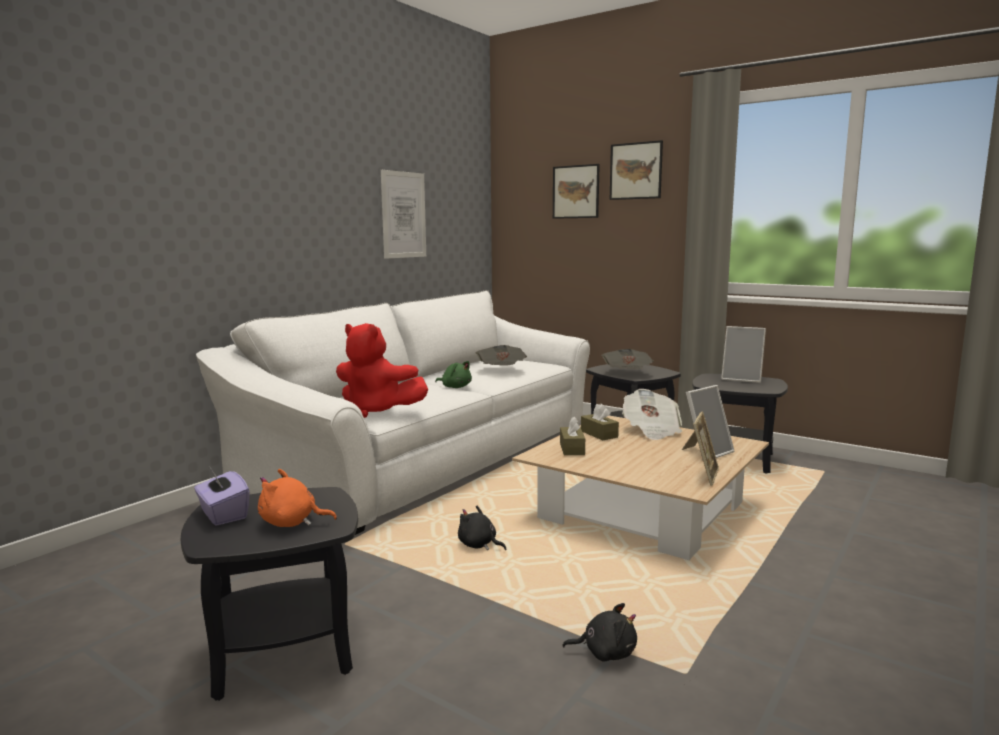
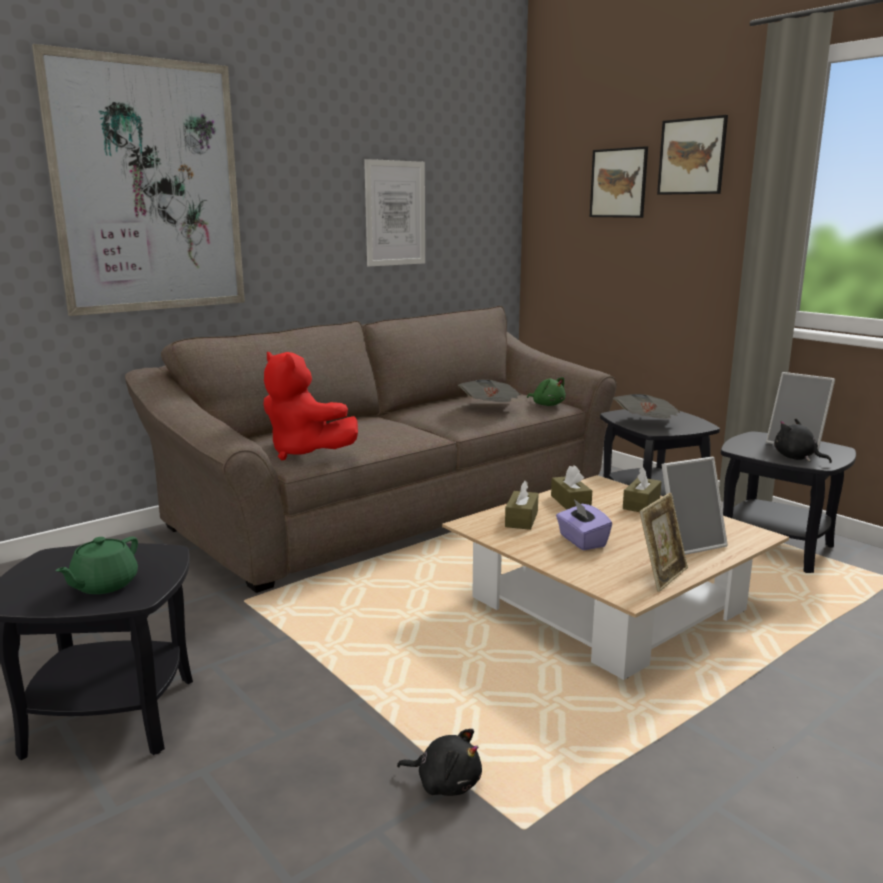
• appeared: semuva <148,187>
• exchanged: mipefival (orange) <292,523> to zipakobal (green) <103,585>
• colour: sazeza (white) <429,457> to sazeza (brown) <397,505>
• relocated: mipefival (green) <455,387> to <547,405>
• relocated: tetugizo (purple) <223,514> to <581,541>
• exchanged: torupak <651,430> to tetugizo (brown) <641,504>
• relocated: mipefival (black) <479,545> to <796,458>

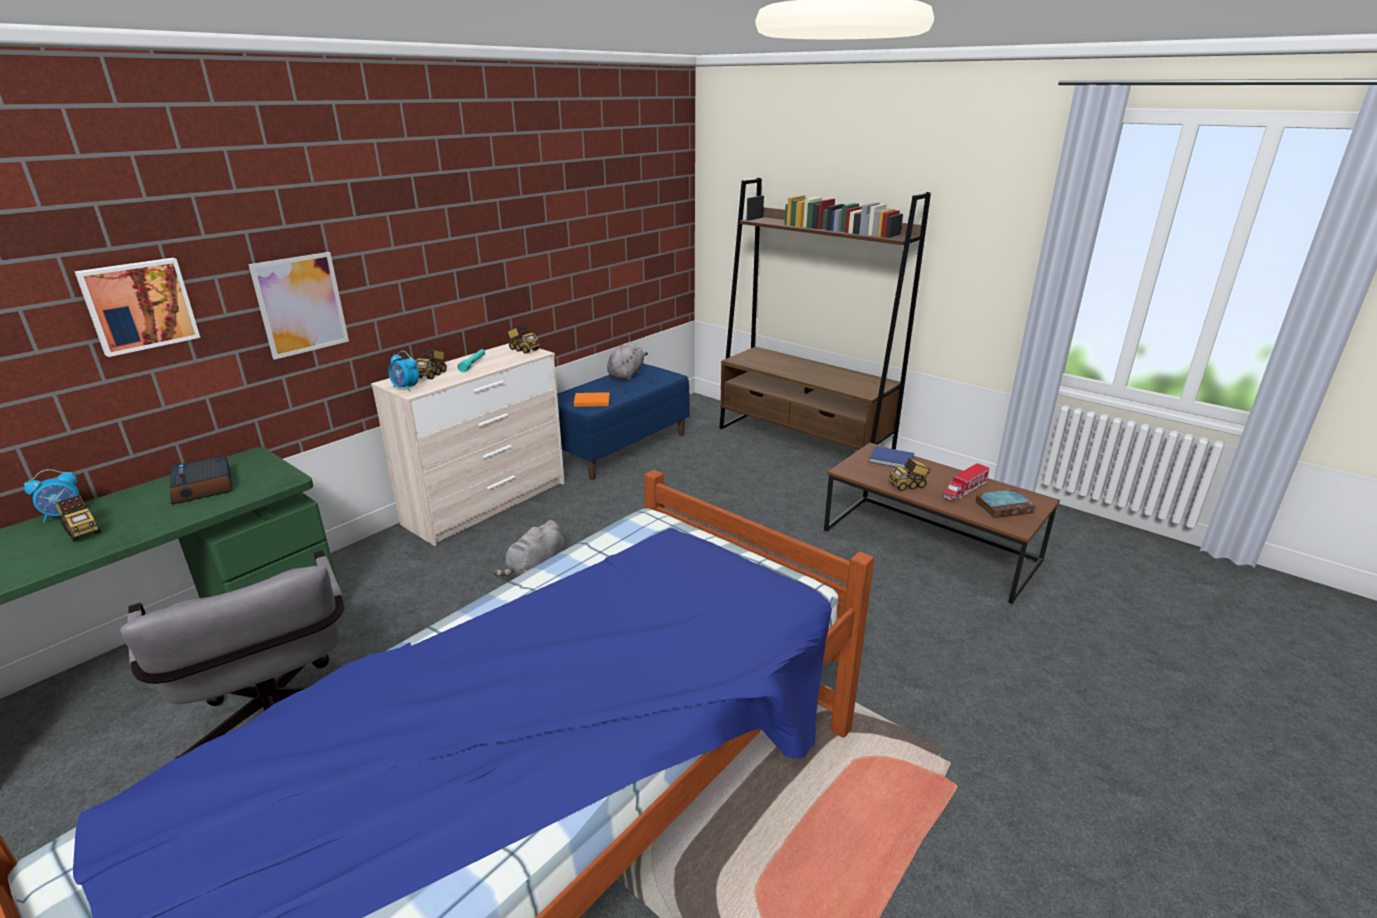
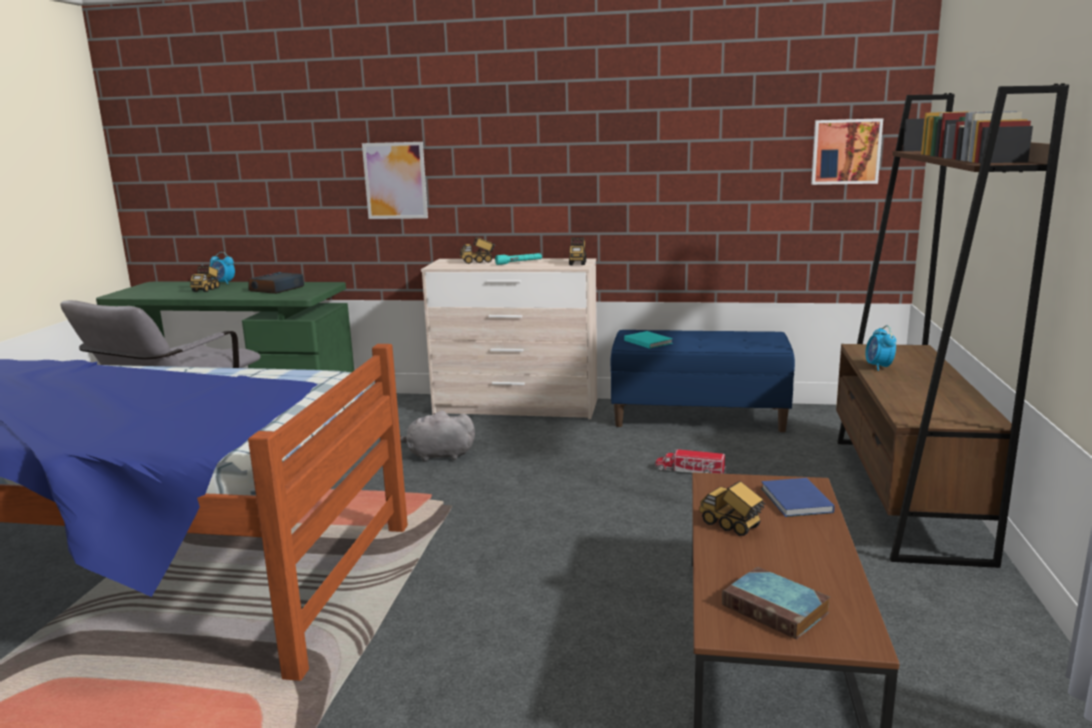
• colour: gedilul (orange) <591,401> to gedilul (turquoise) <648,341>
• relocated: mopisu <964,490> to <690,471>
• relocated: semuva <139,305> to <845,151>
• relocated: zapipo <406,388> to <878,367>
• missing: mipefival (grey) <626,375>

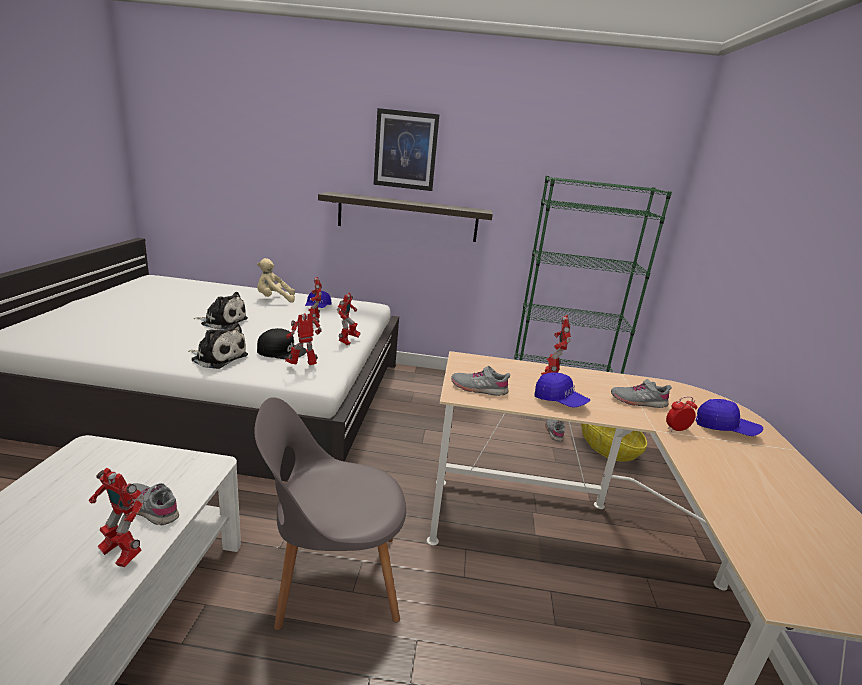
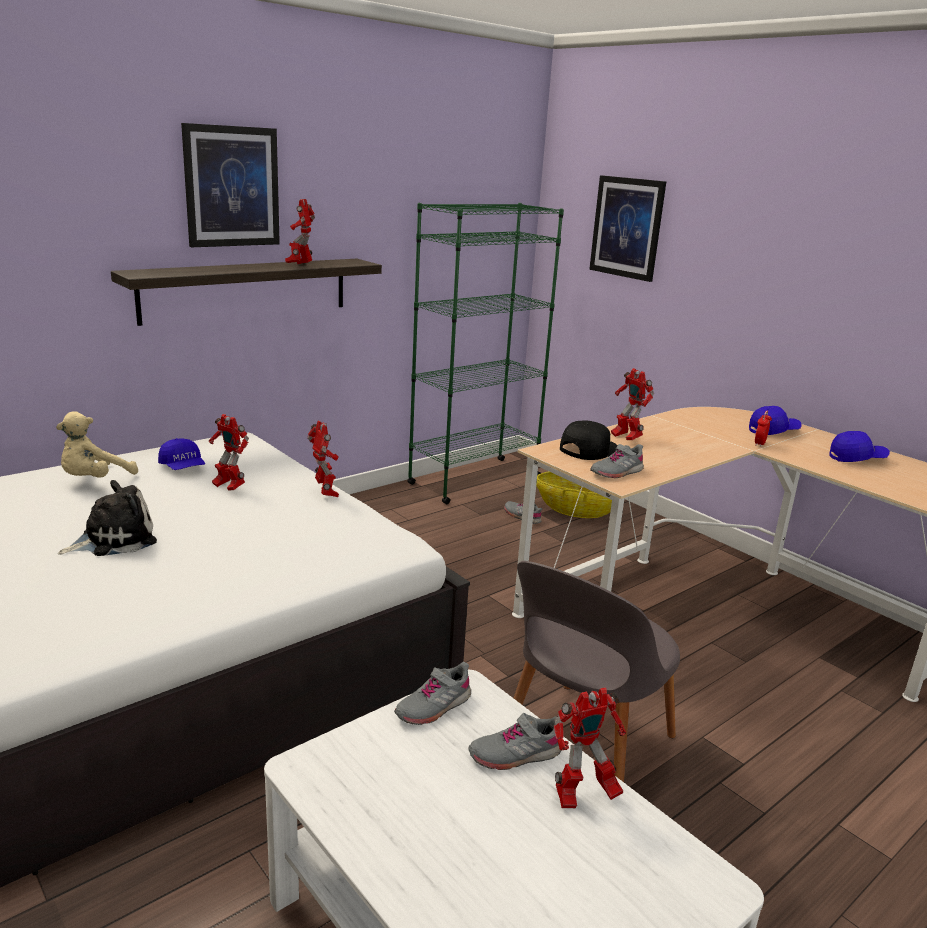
• relocated: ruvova <303,366> to <300,265>
• relocated: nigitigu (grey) <638,401> to <433,706>
• relocated: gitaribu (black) <281,350> to <588,449>
• appeared: semuva <627,227>
• relocated: gitaribu (blue) <559,401> to <856,458>
• missing: mipefival <217,357>

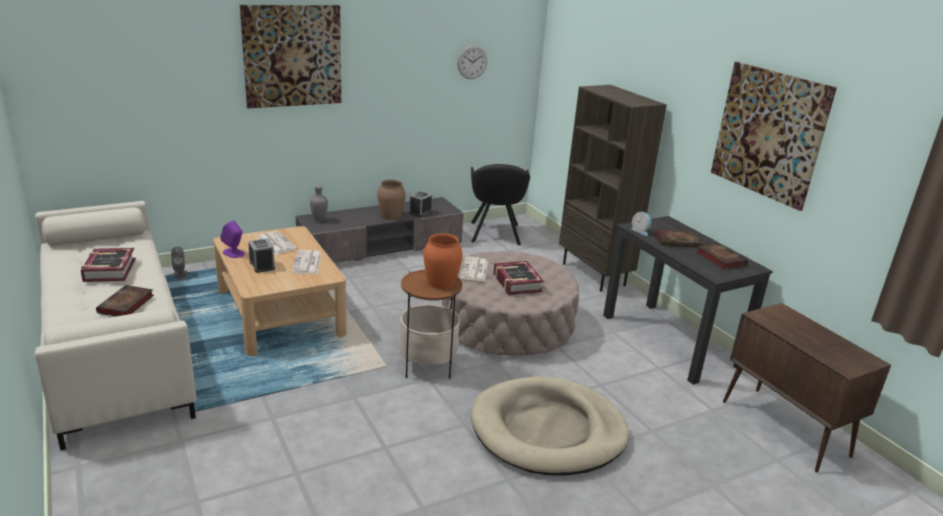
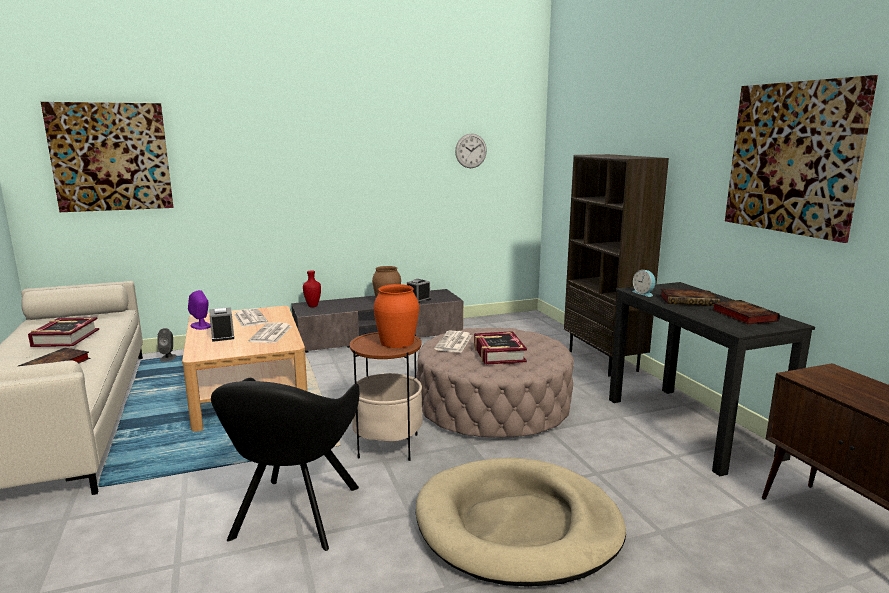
• relocated: semuva <292,56> to <111,157>
• relocated: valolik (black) <495,234> to <294,516>
• colour: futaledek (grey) <319,220> to futaledek (red) <312,306>

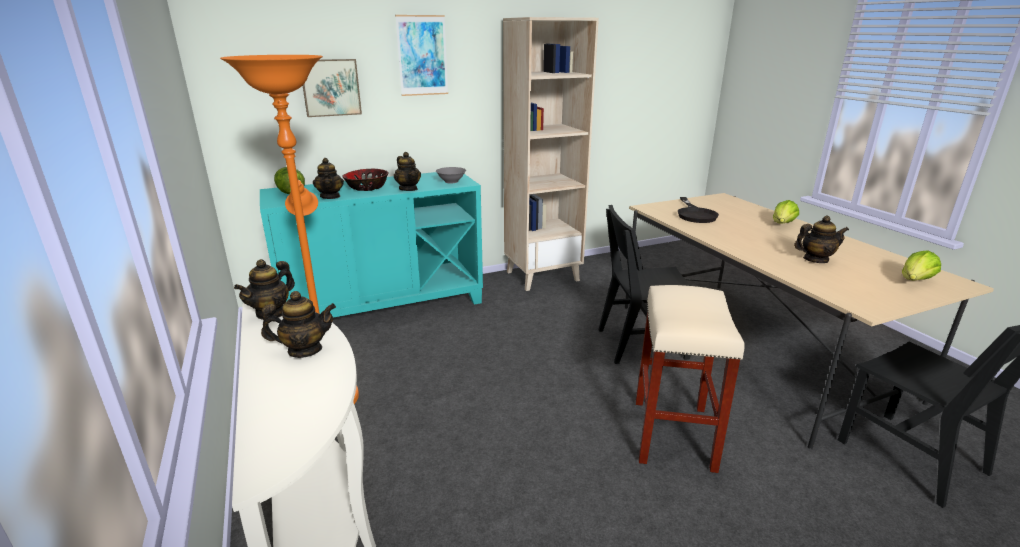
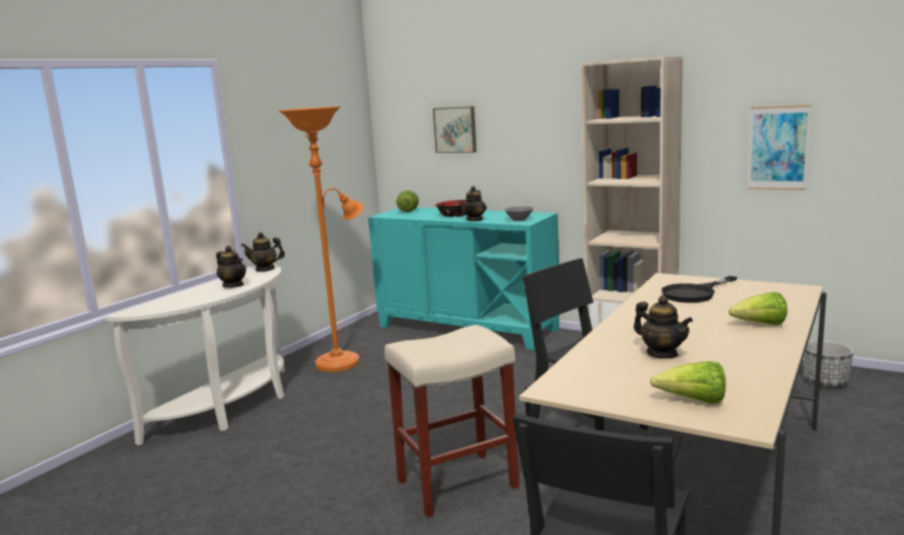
• relocated: semuva <422,56> to <778,148>
• appeared: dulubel <825,382>
• missing: zipakobal <330,196>

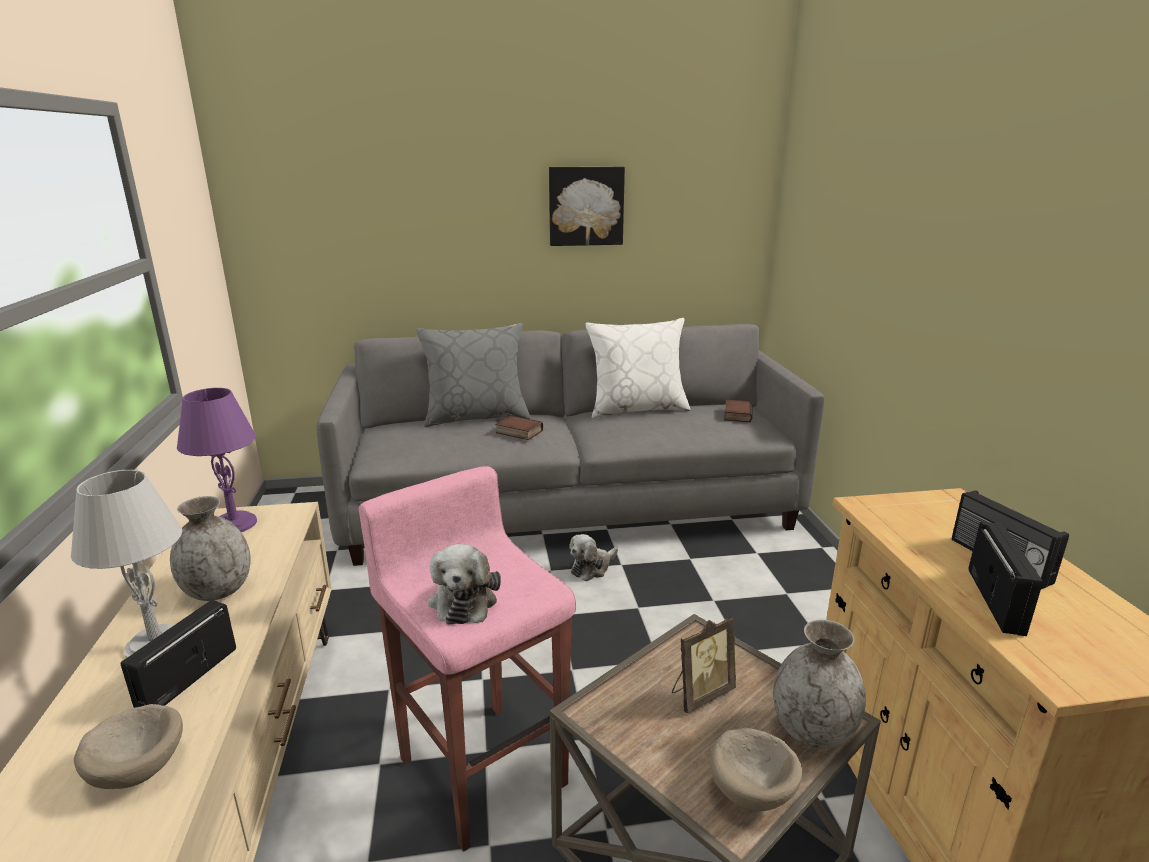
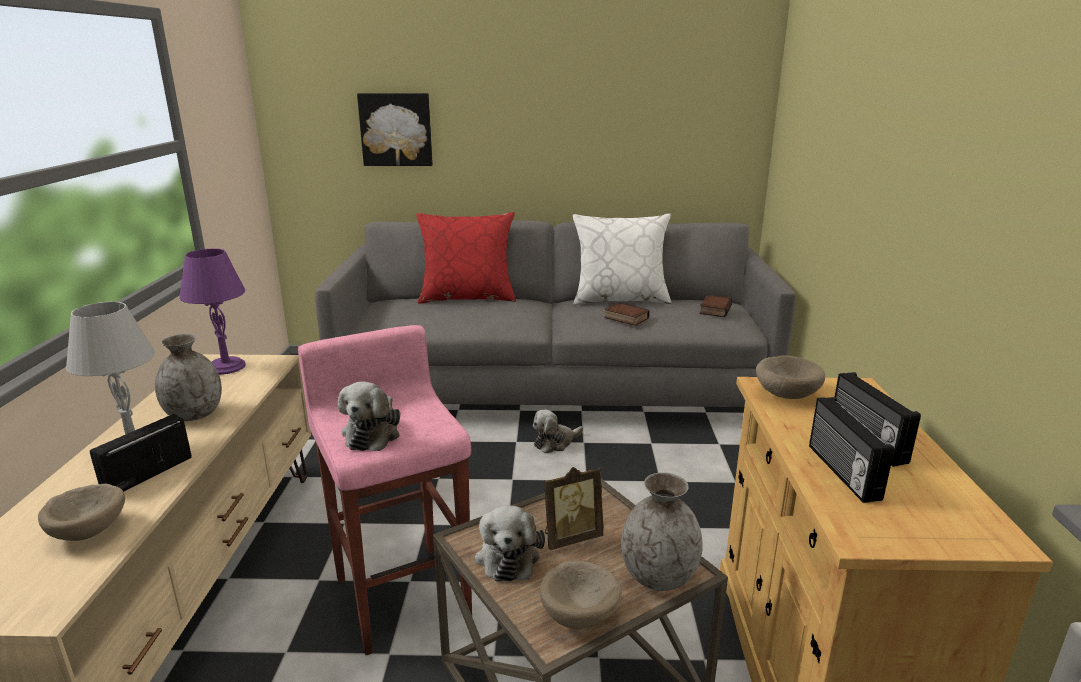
• relocated: semuva <585,206> to <396,129>
• colour: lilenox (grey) <476,417> to lilenox (red) <467,297>
• appeared: mipefival <508,555>
• relocated: gedilul <518,432> to <625,318>
• appeared: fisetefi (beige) <785,394>
• spun: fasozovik <997,601> = <841,472> 150 degrees clockwise

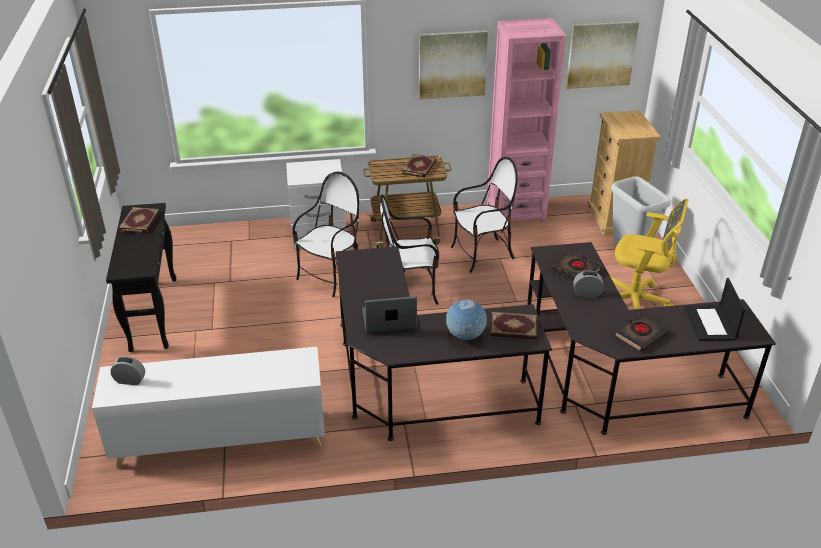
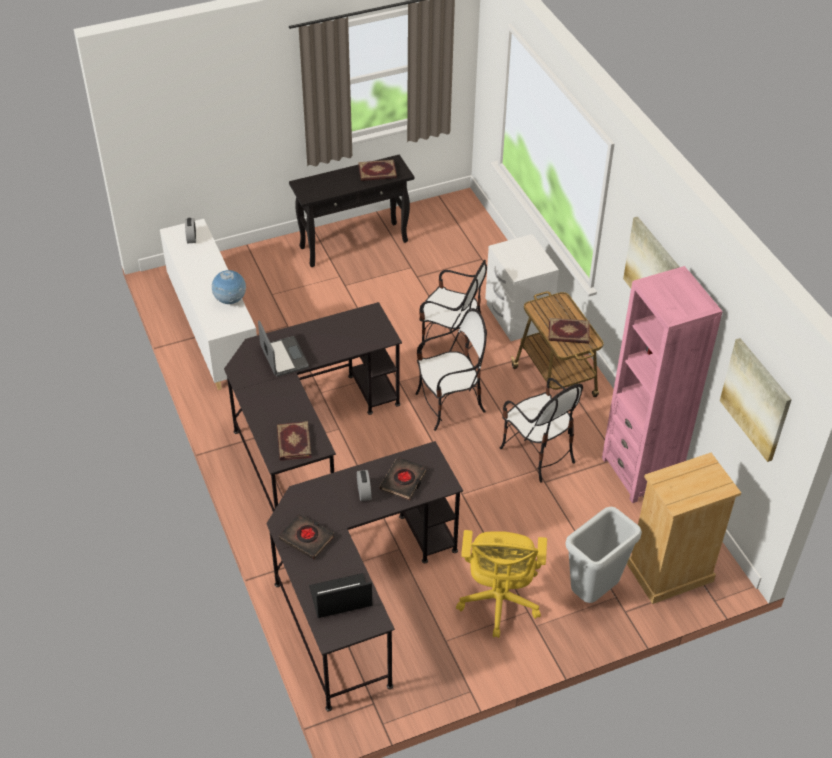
• relocated: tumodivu <465,337> to <230,301>
• spun: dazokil <409,290> = <449,405> 90 degrees clockwise

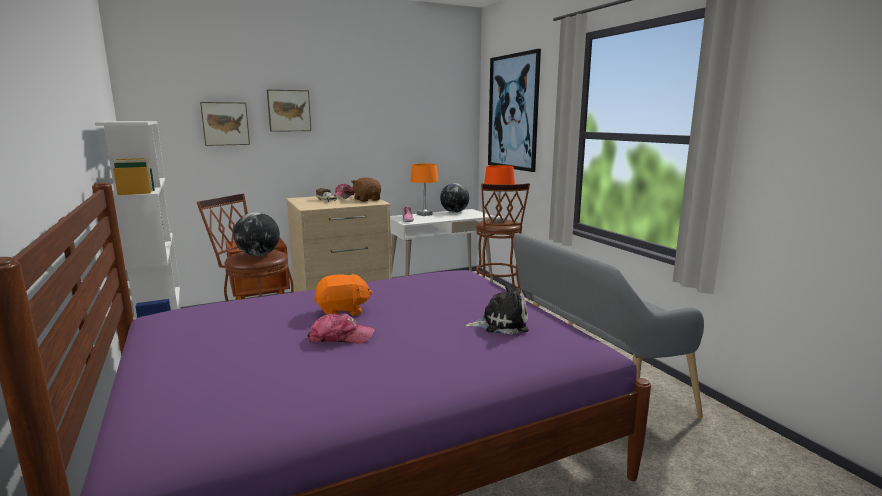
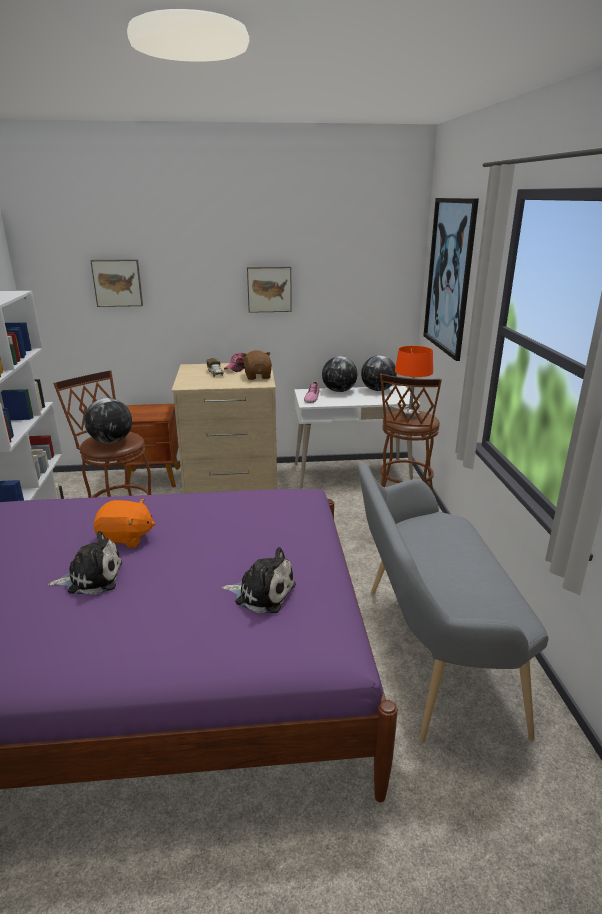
• exchanged: gitaribu <340,337> to mipefival <91,578>
• relocated: semuva <289,110> to <269,289>
• exchanged: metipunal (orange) <424,214> to tumodivu <339,391>

